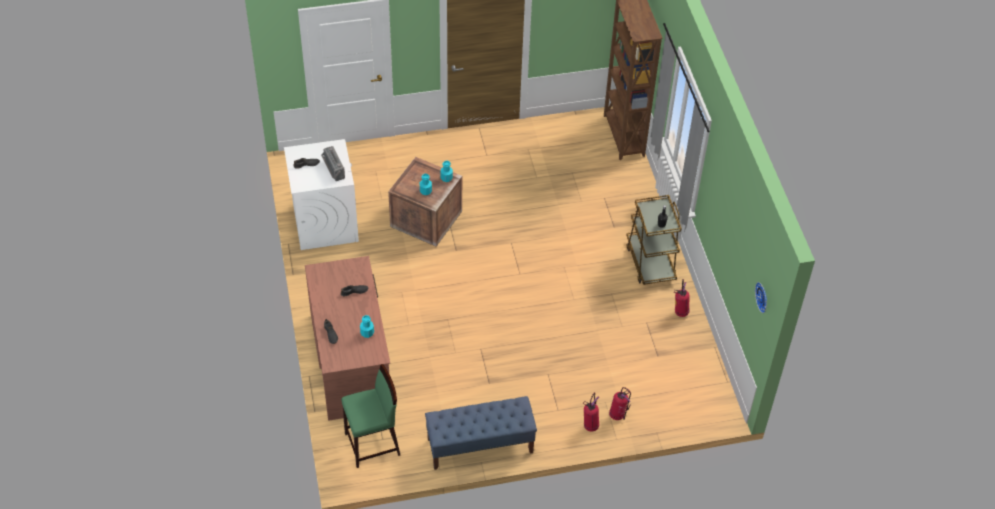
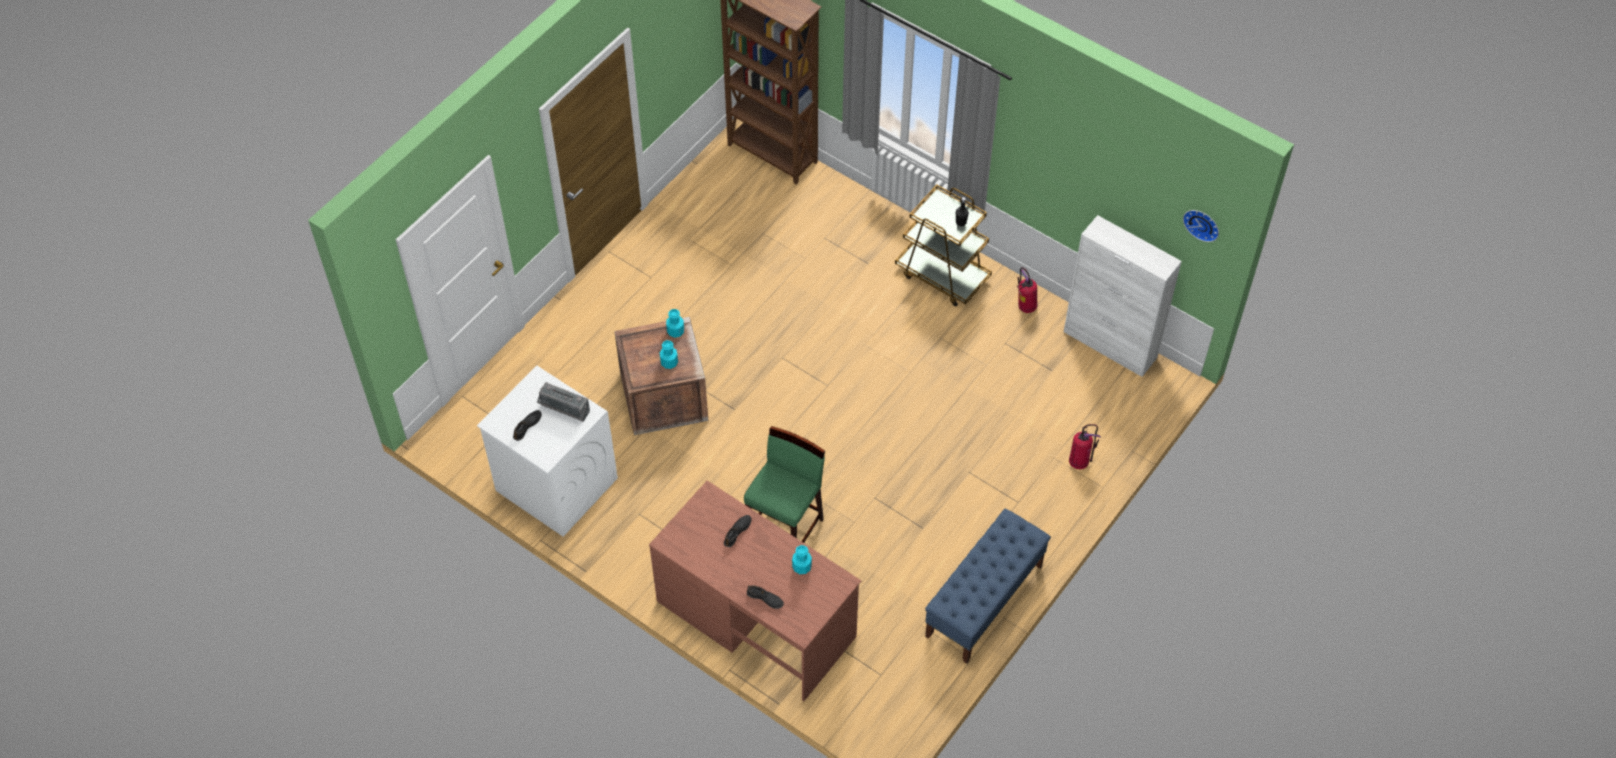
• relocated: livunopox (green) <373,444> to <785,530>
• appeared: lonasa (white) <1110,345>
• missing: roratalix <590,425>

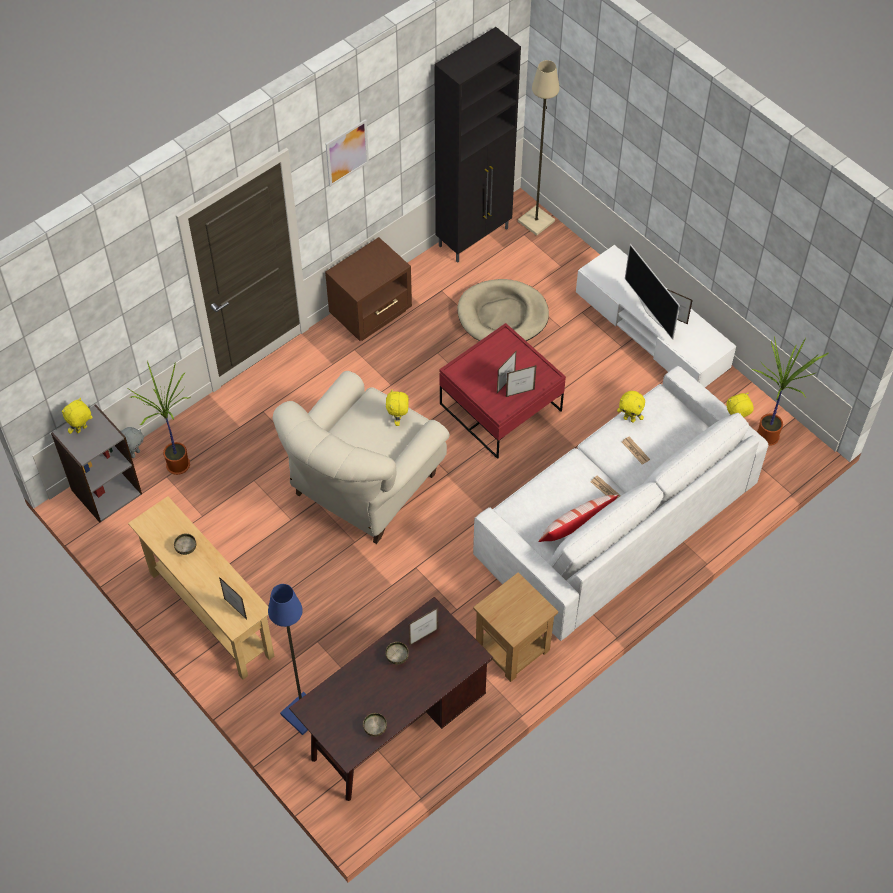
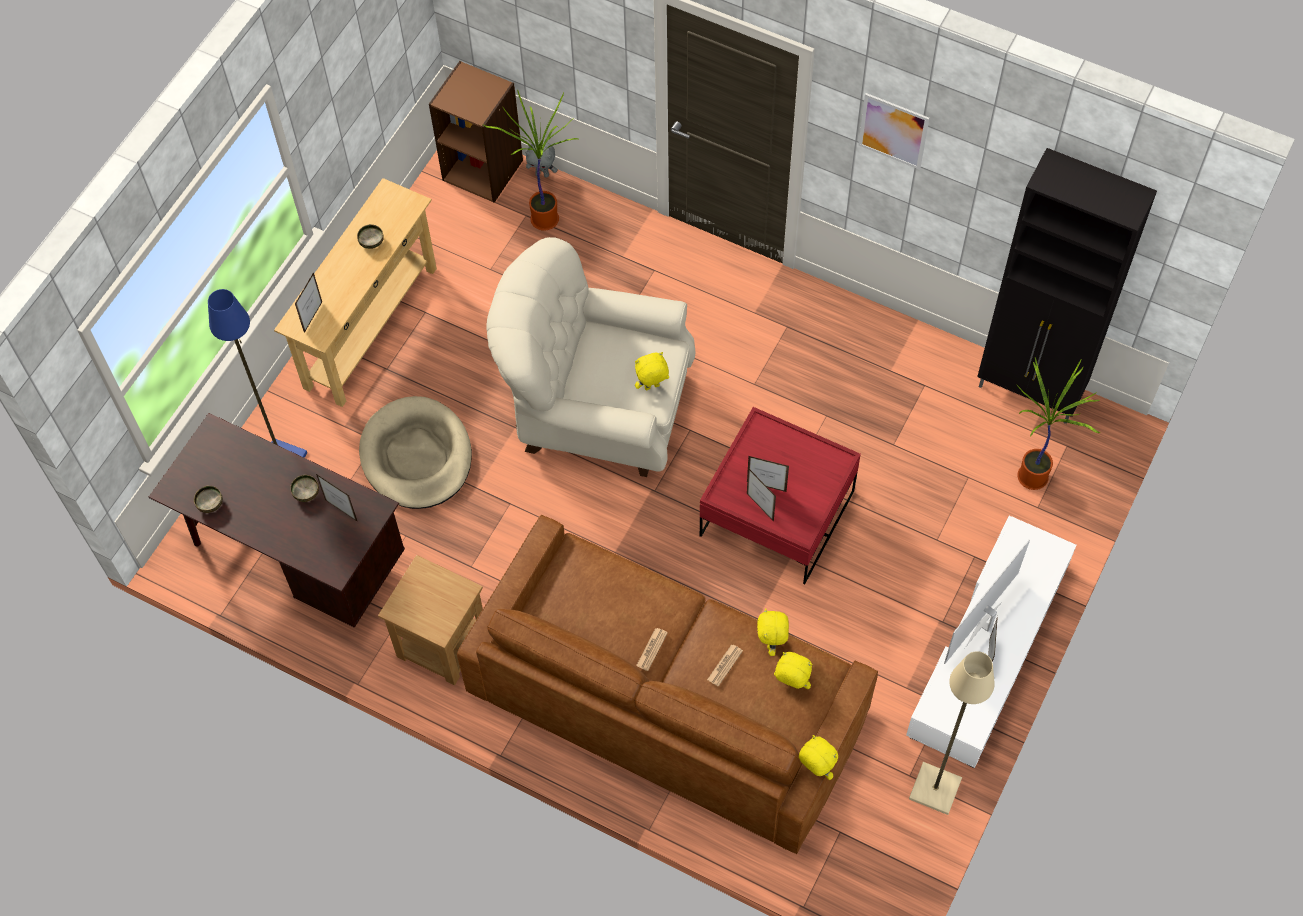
• relocated: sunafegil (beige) <502,315> to <416,456>
• colour: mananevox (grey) <106,491> to mananevox (brown) <483,169>
• colour: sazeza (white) <616,521> to sazeza (brown) <667,701>
• relocated: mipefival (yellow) <82,430> to <791,684>
• relocated: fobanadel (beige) <536,221> to <936,788>
• relocated: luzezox <769,437> to <1033,479>
• missing: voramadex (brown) <372,313>
• missing: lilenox <576,527>

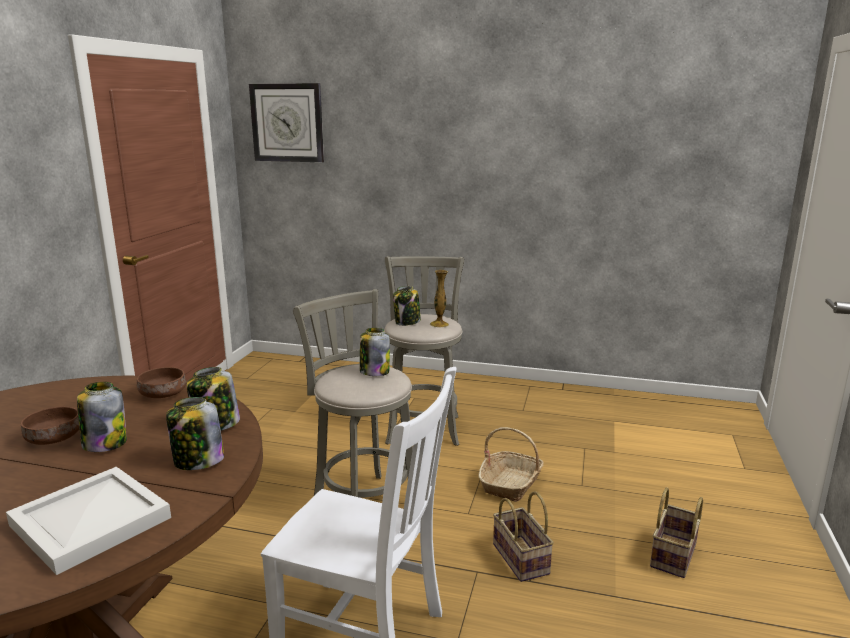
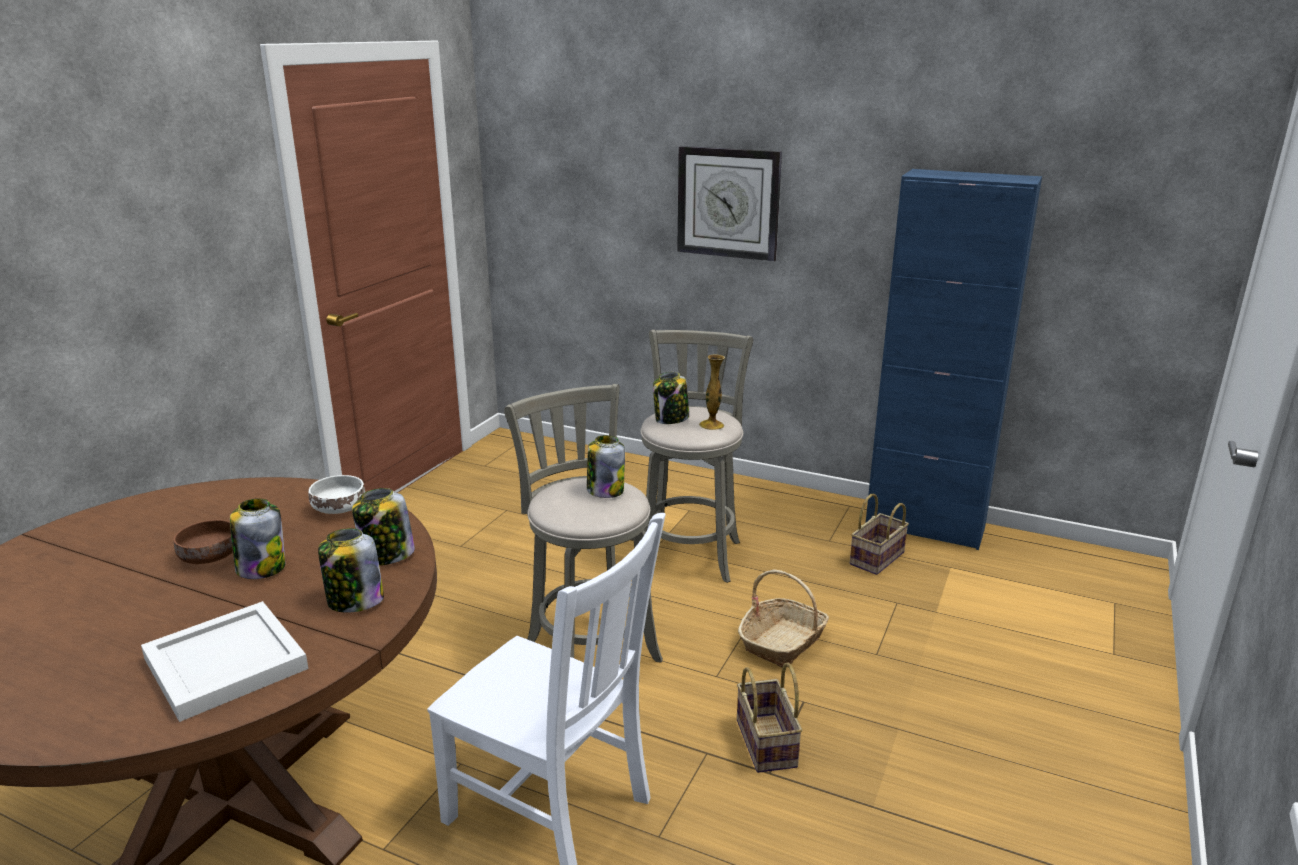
• colour: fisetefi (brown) <164,394> to fisetefi (white) <340,508>
• relocated: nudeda <287,123> to <728,203>
• relocated: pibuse <674,556> to <877,559>
• appeared: lonasa (blue) <924,527>

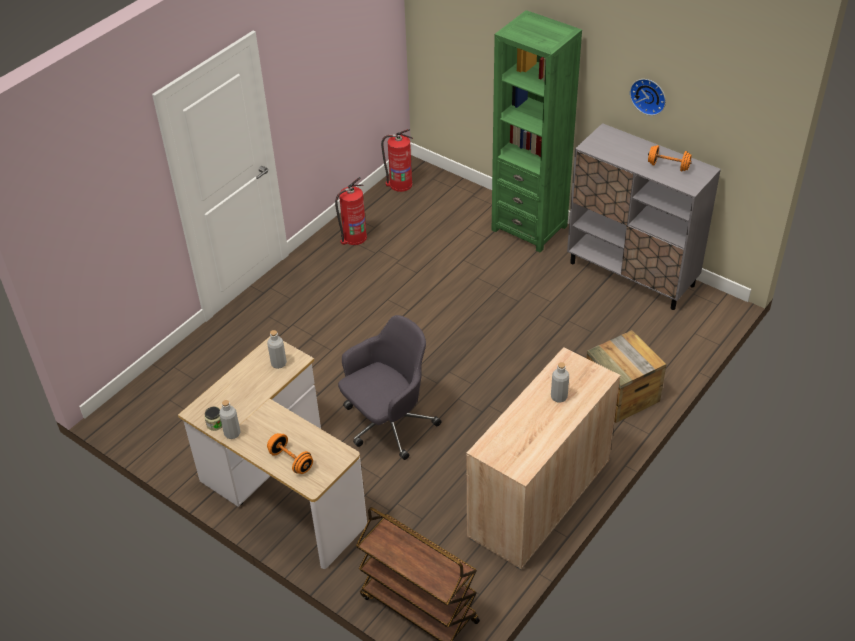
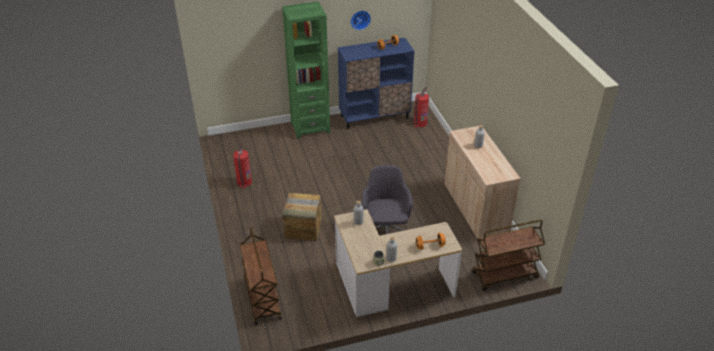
• appeared: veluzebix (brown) <262,298>
• relocated: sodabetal <621,394> to <303,228>
• colour: lonasa (grey) <632,274> to lonasa (blue) <375,117>
• relocated: roratalix <400,184> to <420,123>

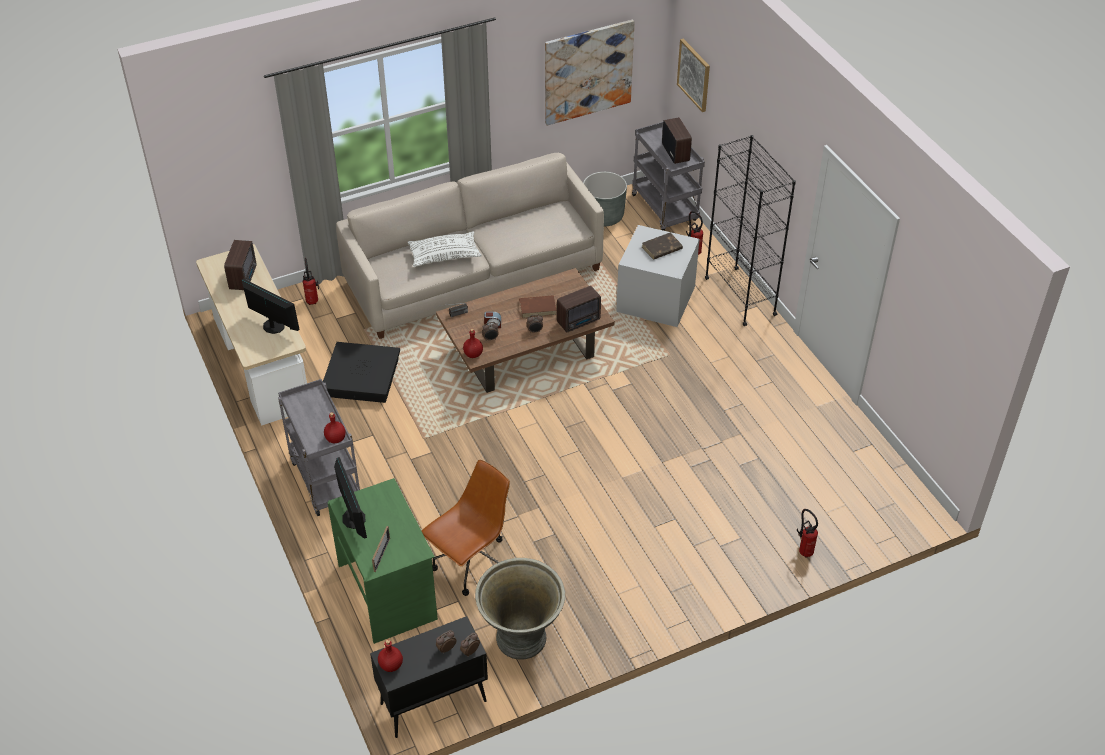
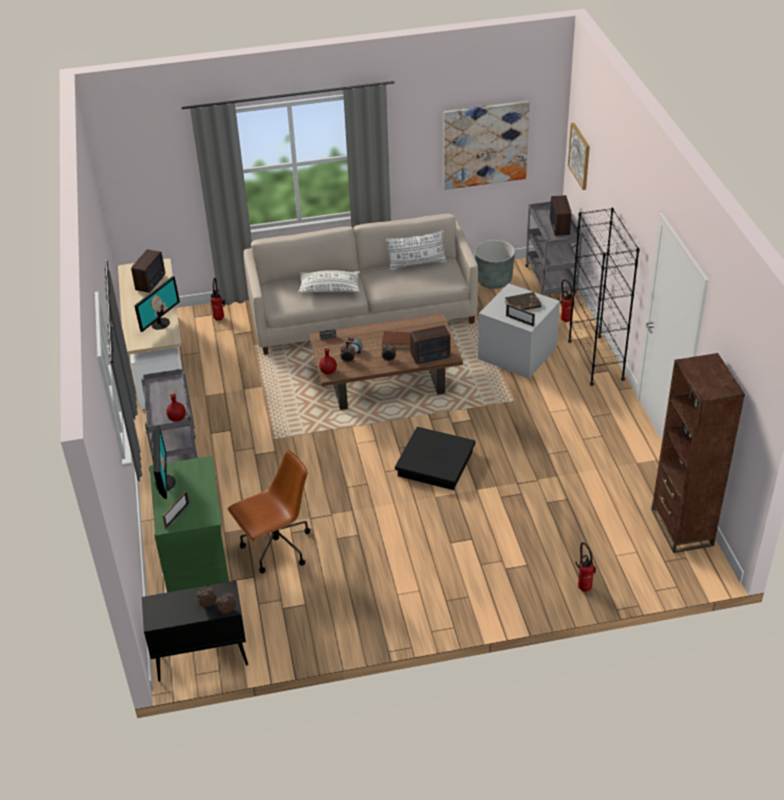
• spun: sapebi <273,326> = <160,323> 75 degrees clockwise
• appeared: lilenox (white) <416,264>
• relocated: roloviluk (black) <361,377> to <435,463>
• appeared: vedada <520,321>
• appeared: mananevox (brown) <681,527>
• missing: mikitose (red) <391,665>
• missing: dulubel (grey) <521,639>

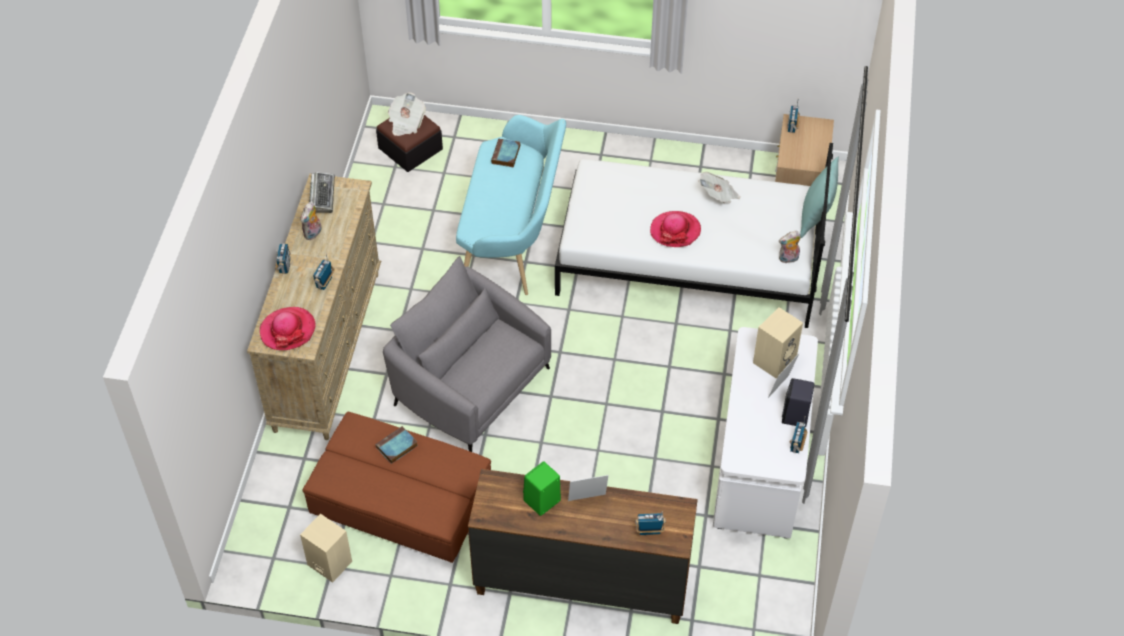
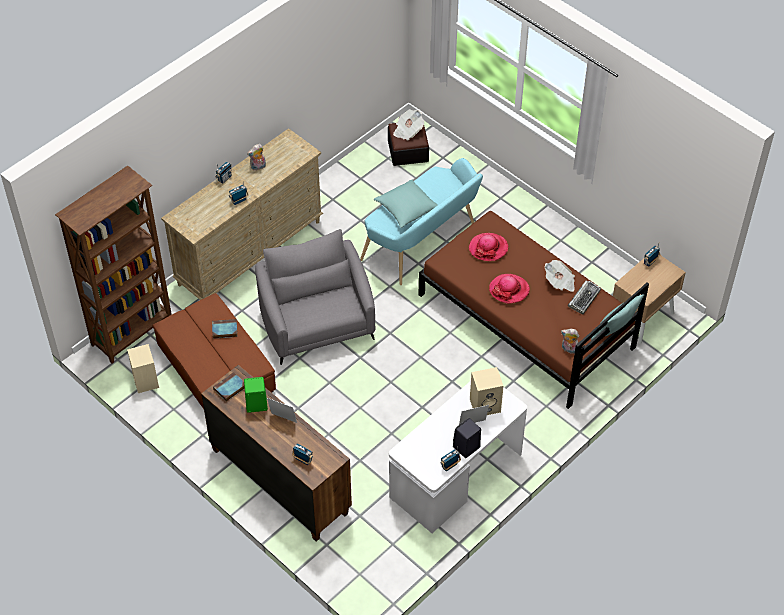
• appeared: mananevox (brown) <133,332>
• relocated: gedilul <506,155> to <229,389>
• appeared: lilenox (turquoise) <406,209>
• colour: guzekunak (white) <688,262> to guzekunak (brown) <525,321>
• relocated: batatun <288,330> to <488,248>
• relocated: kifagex <322,195> to <584,298>

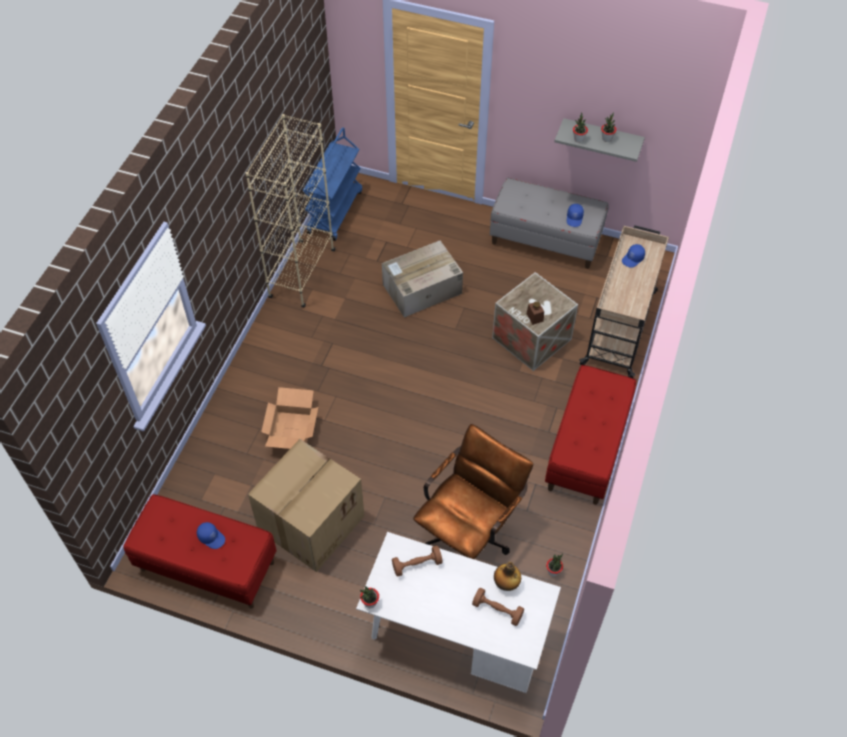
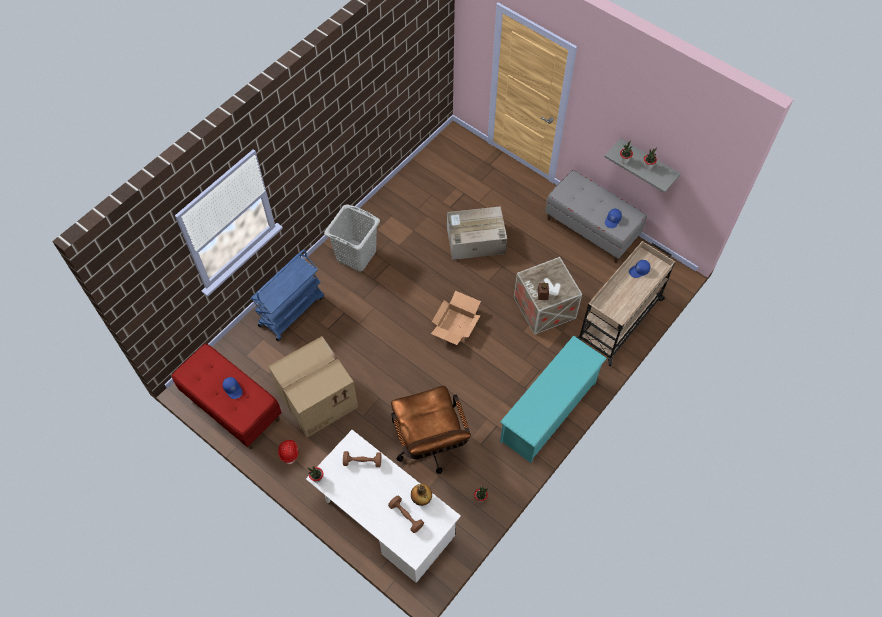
• relocated: veluzebix (blue) <334,211> to <291,310>
• appeared: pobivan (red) <289,452>
• appeared: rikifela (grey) <356,255>
• spun: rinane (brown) <469,533> = <430,447> 105 degrees clockwise
• relocated: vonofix <292,429> to <456,325>
• exchanged: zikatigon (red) <587,450> to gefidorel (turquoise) <548,412>
• missing: mananevox (beige) <302,274>

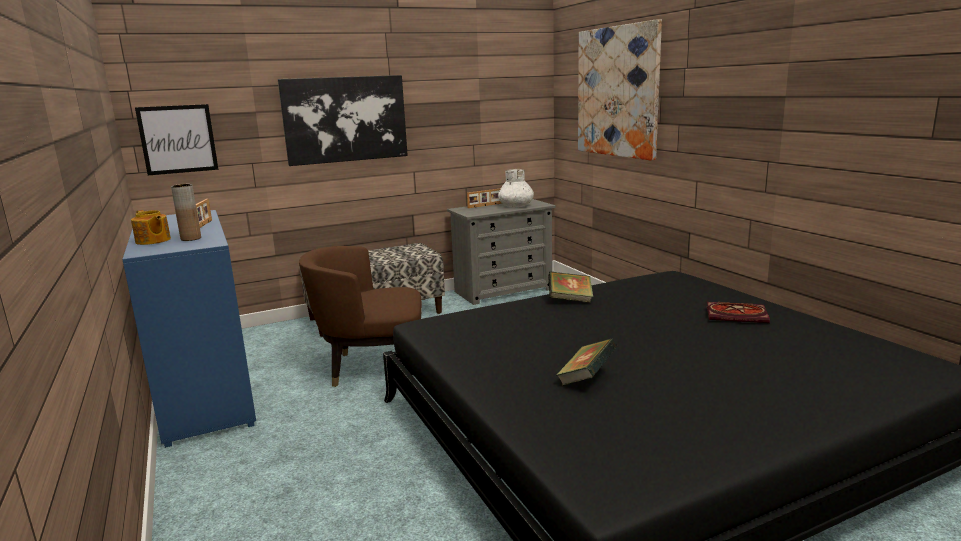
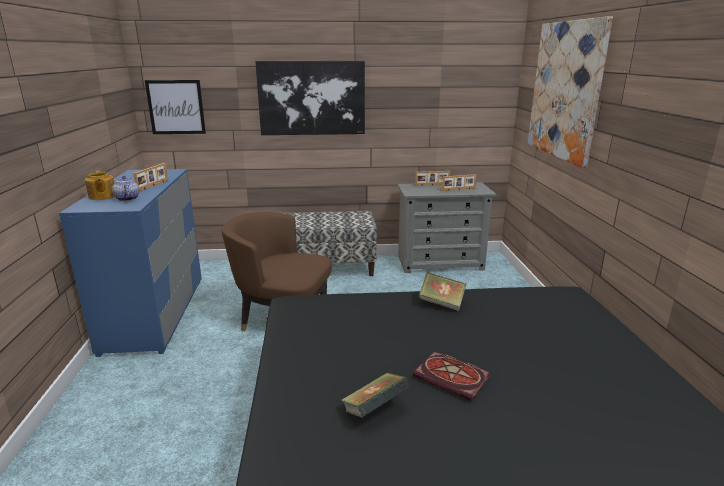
• exchanged: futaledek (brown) <191,238> to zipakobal <127,199>
• relocated: gedilul <738,315> to <453,377>
• exchanged: futaledek (white) <516,206> to vedada <458,189>

